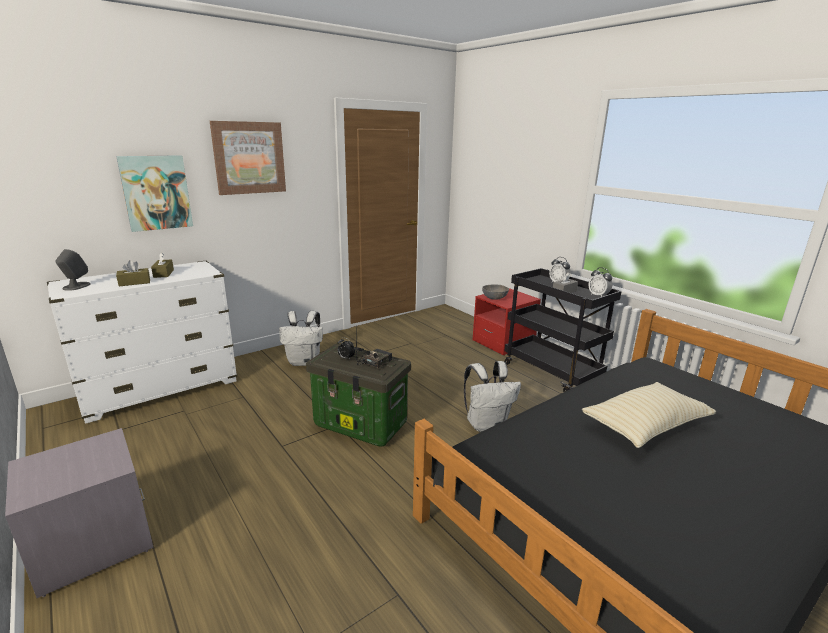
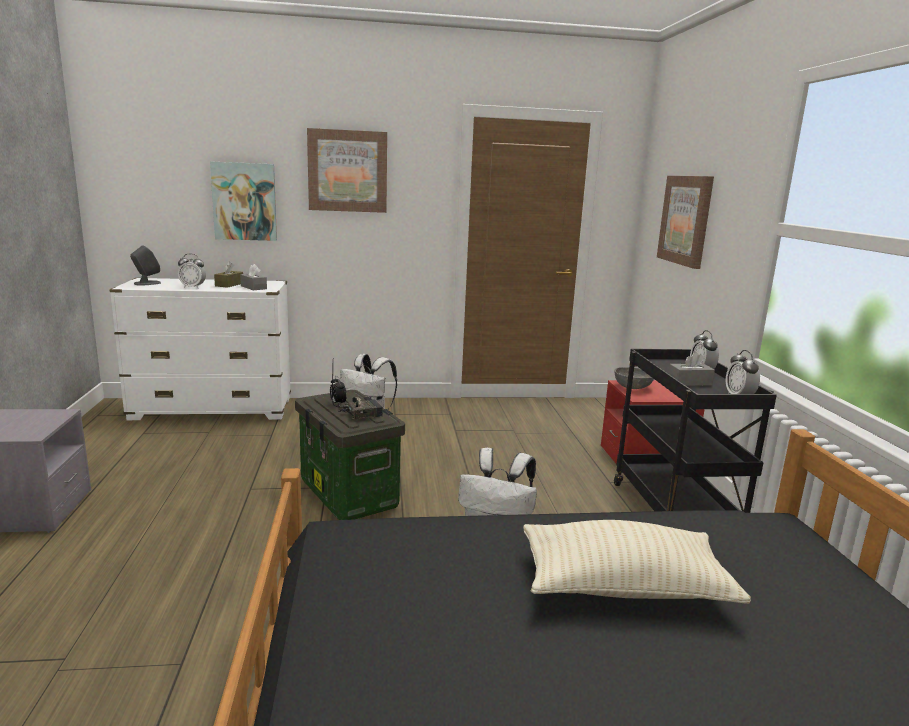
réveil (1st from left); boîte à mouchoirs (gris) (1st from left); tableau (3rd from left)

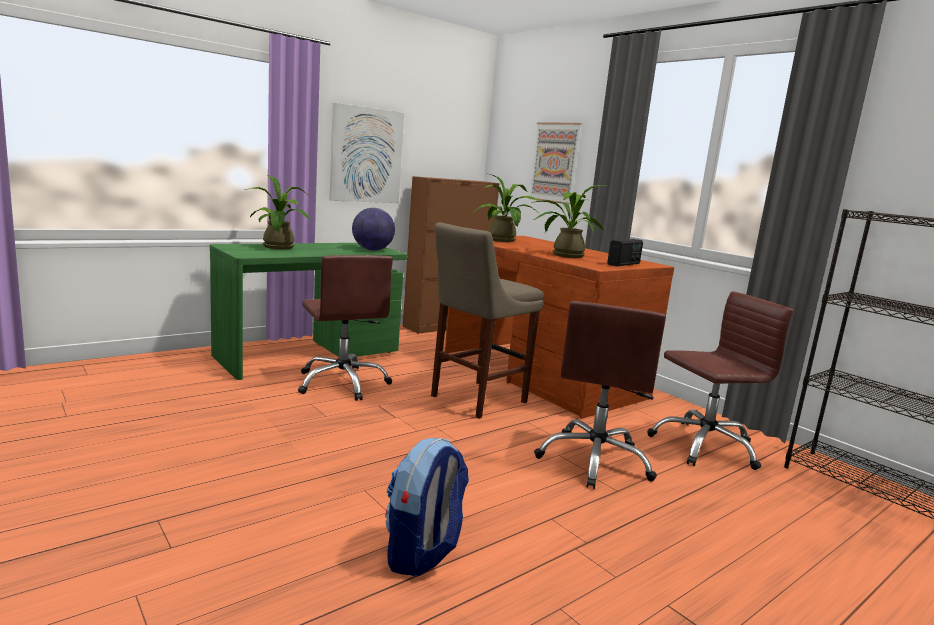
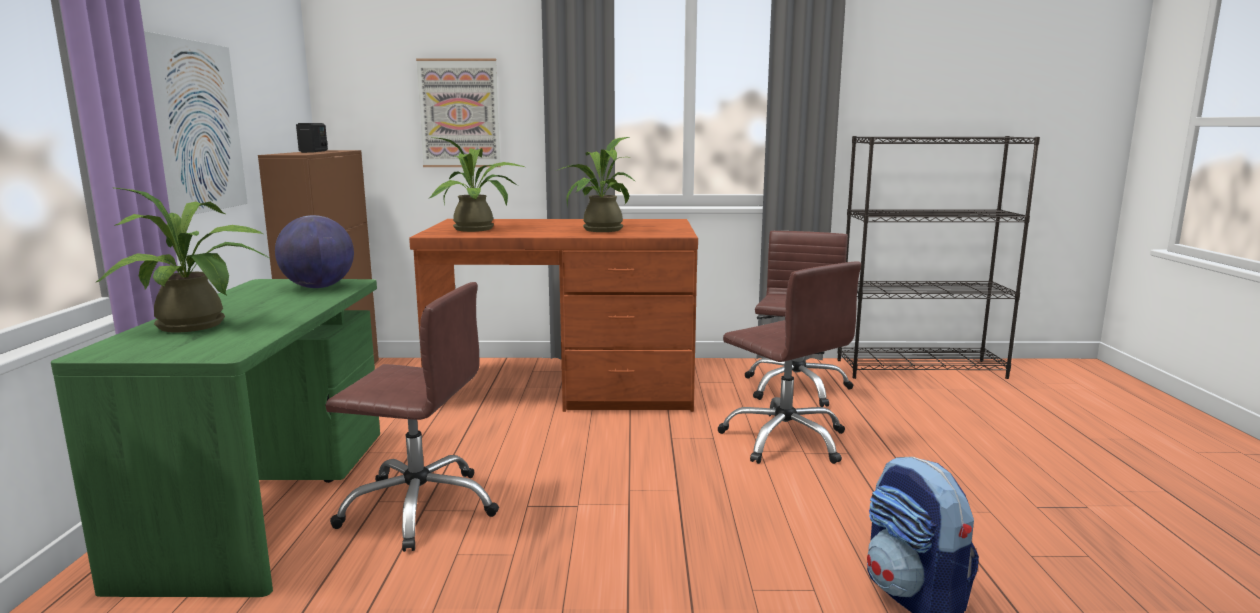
tabouret (beige); radio

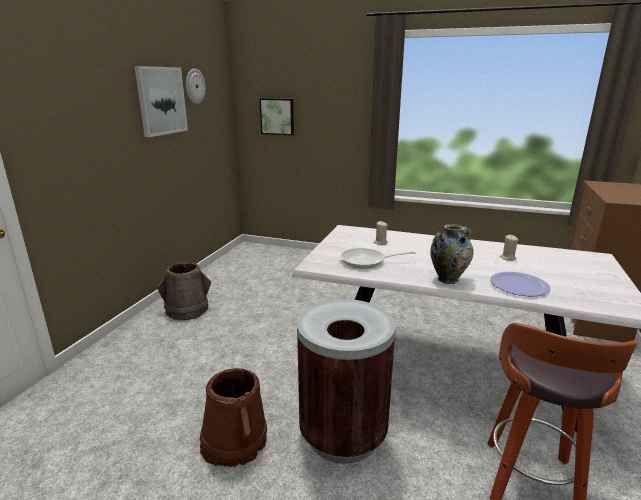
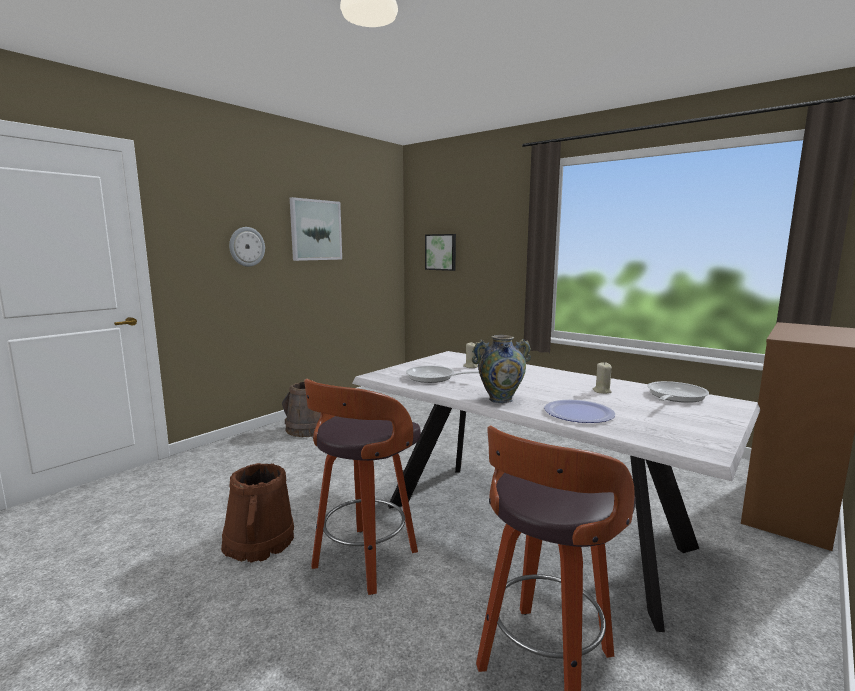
horloge murale; tabouret (1st from left); poêle (2nd from left)

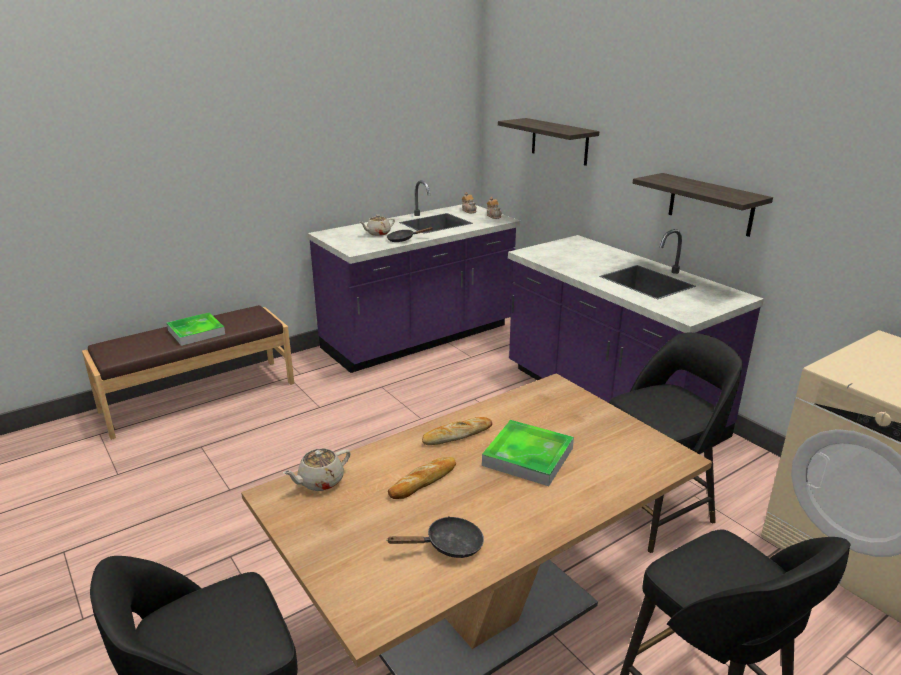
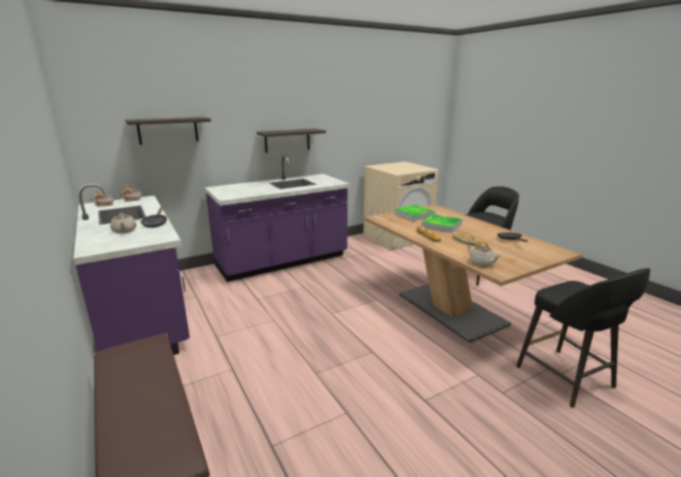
plateau (1st from left); tabouret (noir) (2nd from left in the first image)

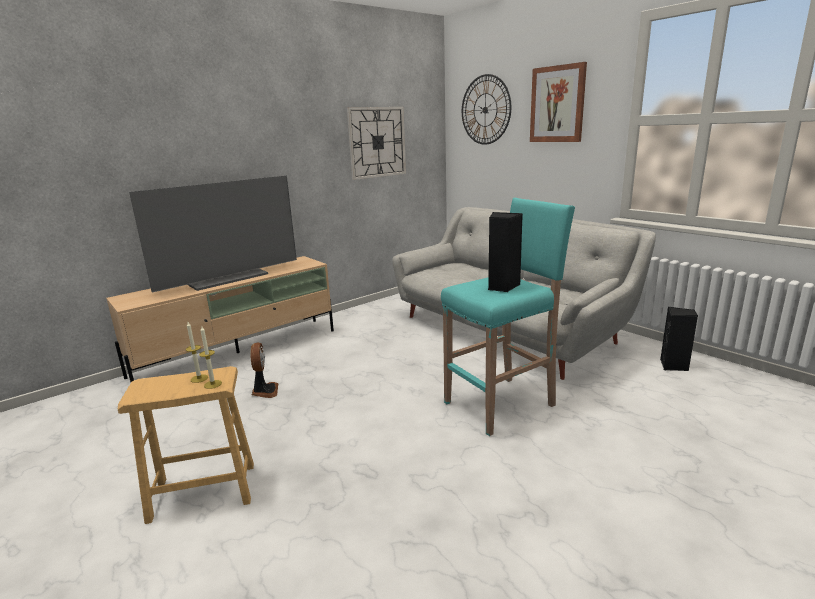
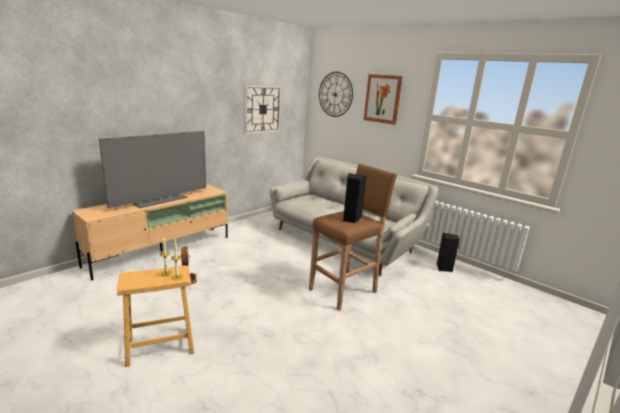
tabouret (marron) (2nd from left)

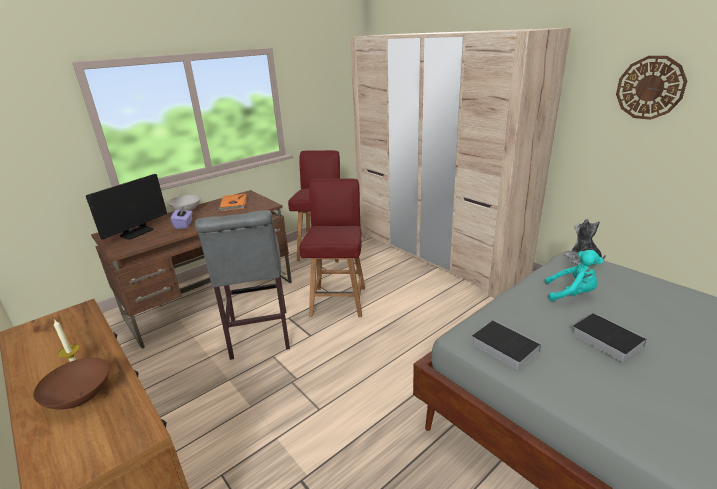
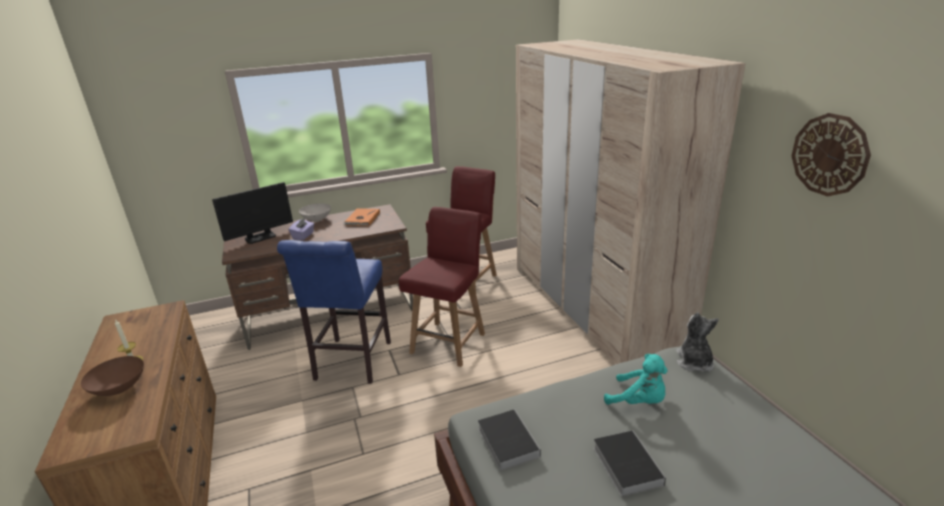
tabouret (bleu)

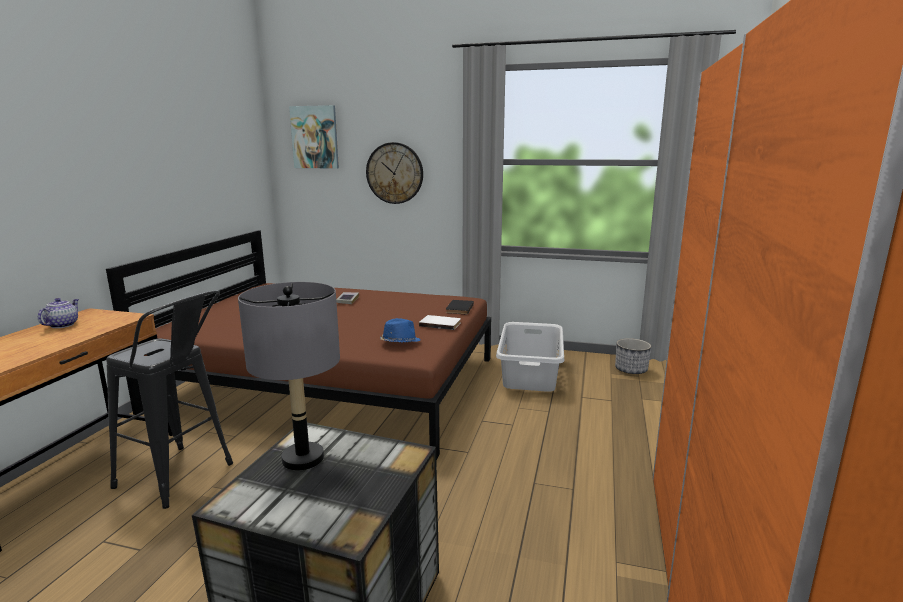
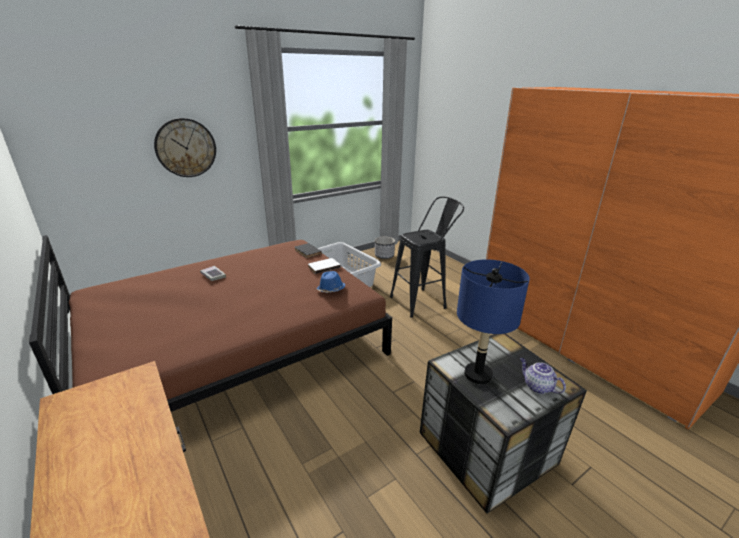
théière; tabouret (noir); lampe de table (bleu); tableau

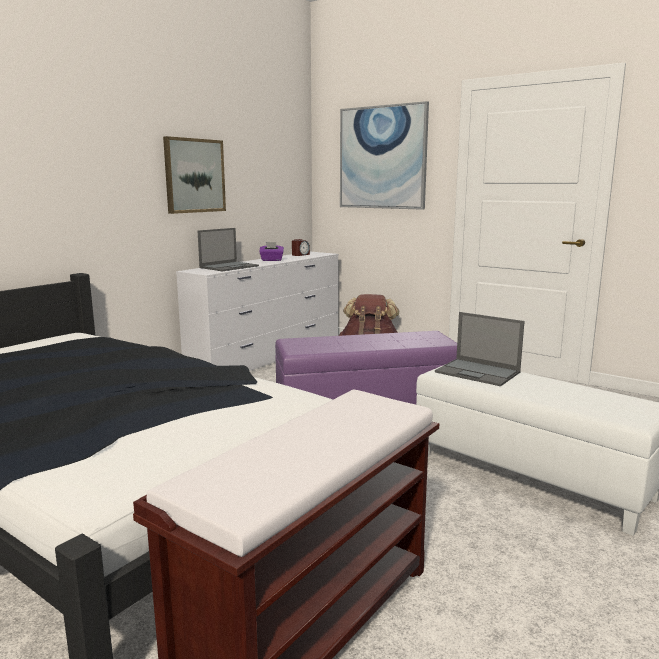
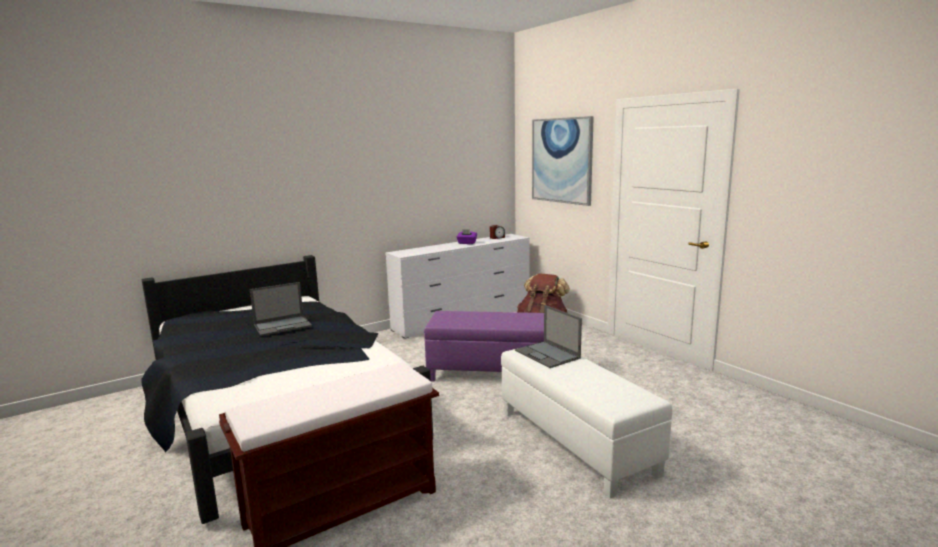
tableau (1st from left in the first image); ordinateur portable (1st from left)

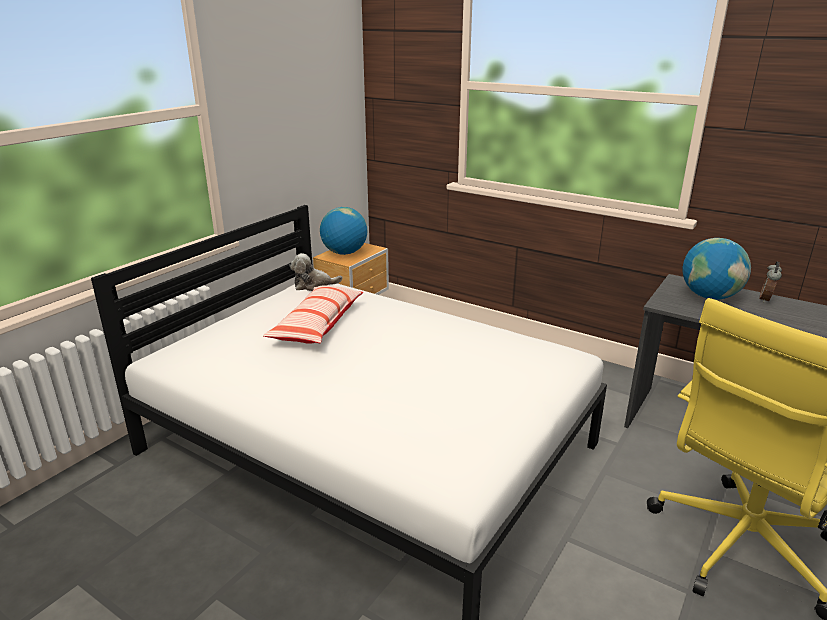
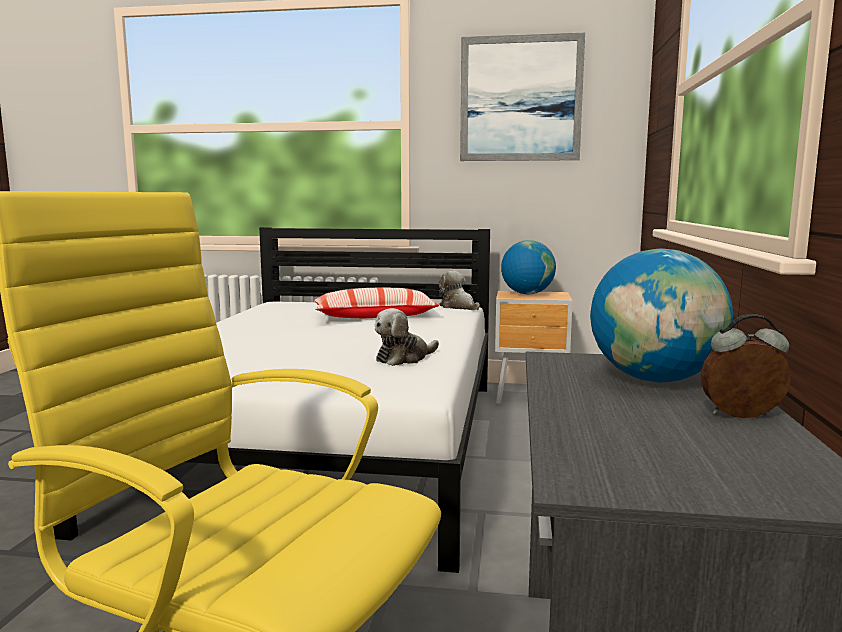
peluche (1st from left); tableau

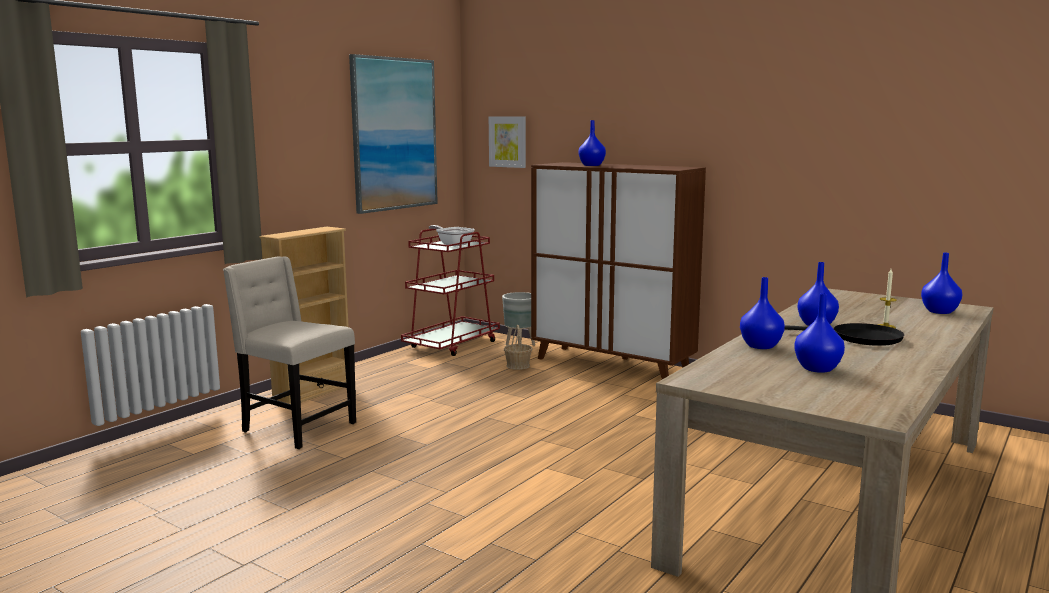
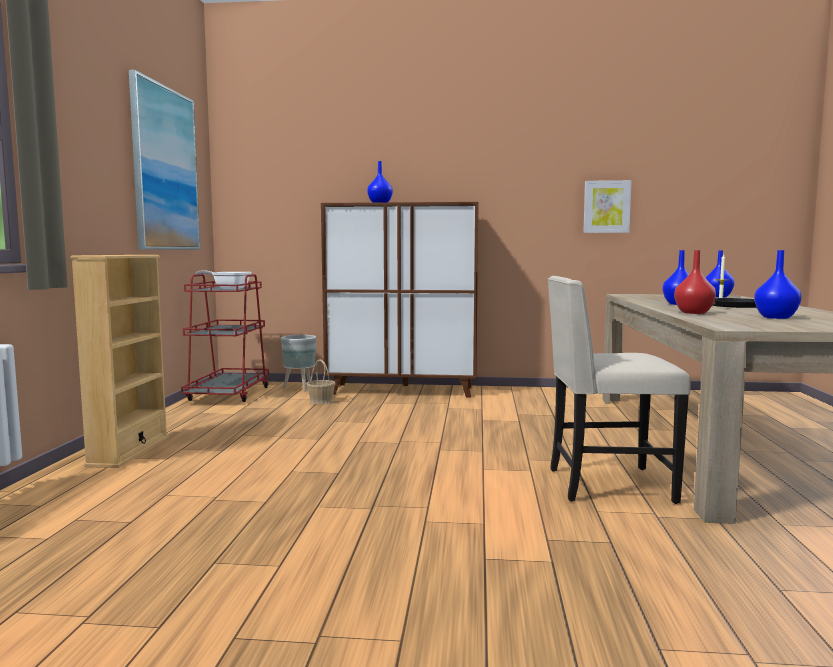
chaise (beige); tableau (2nd from left); vase (rouge)

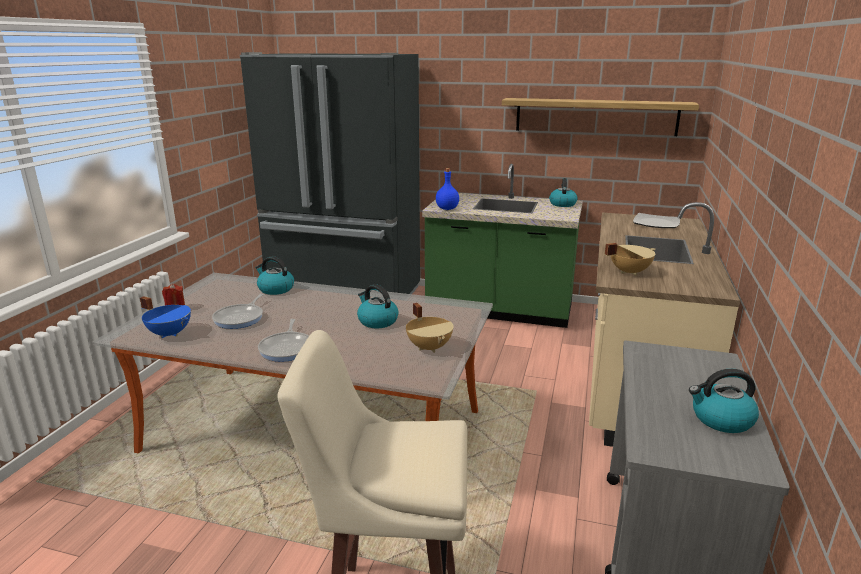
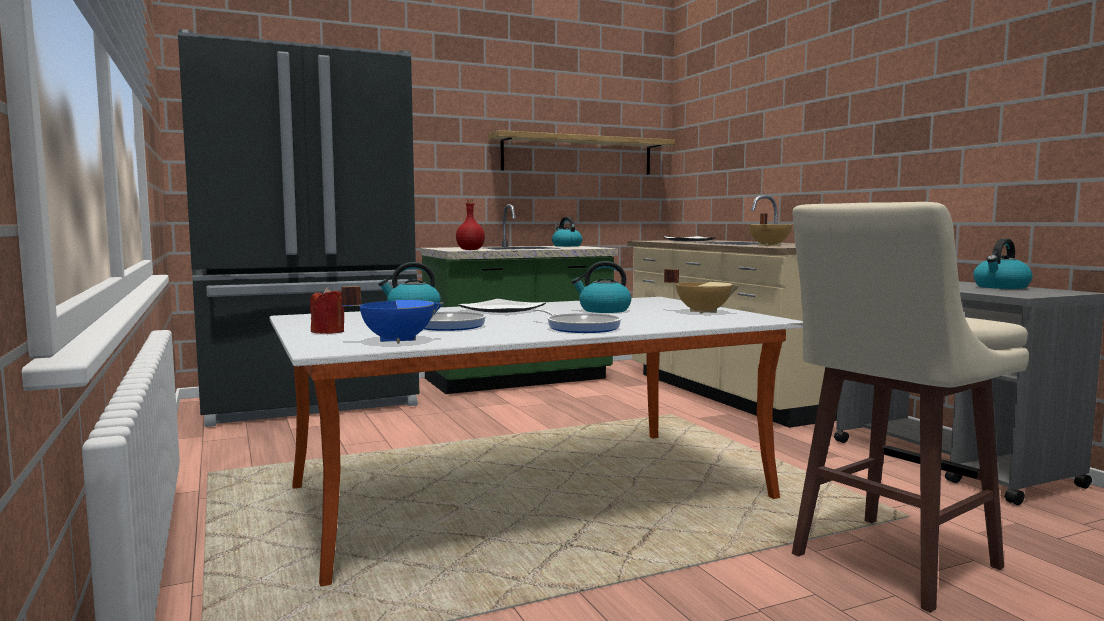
bouteille (rouge); assiette (1st from left)

